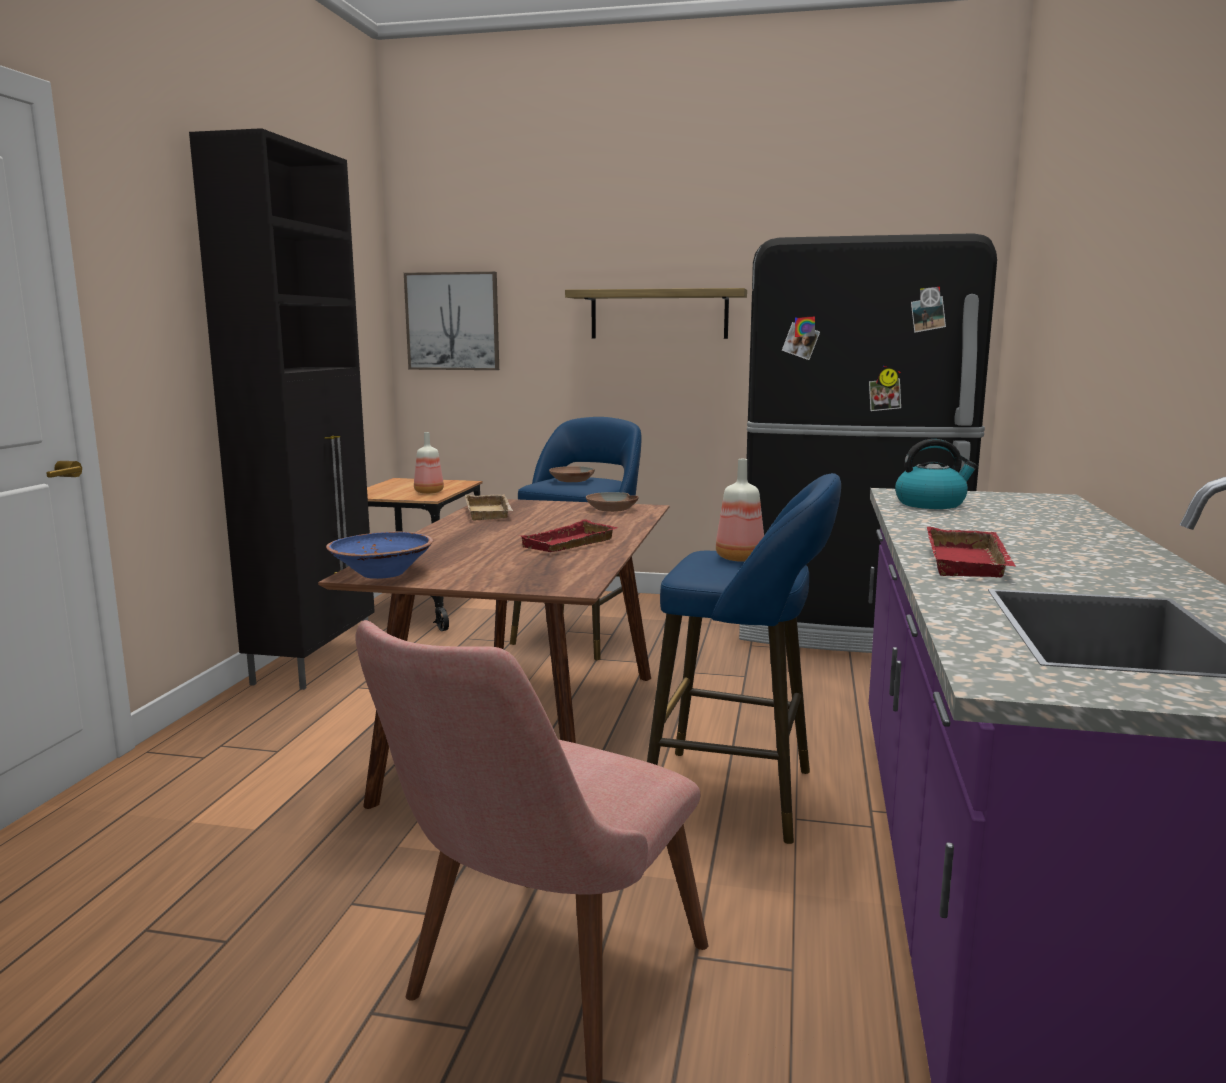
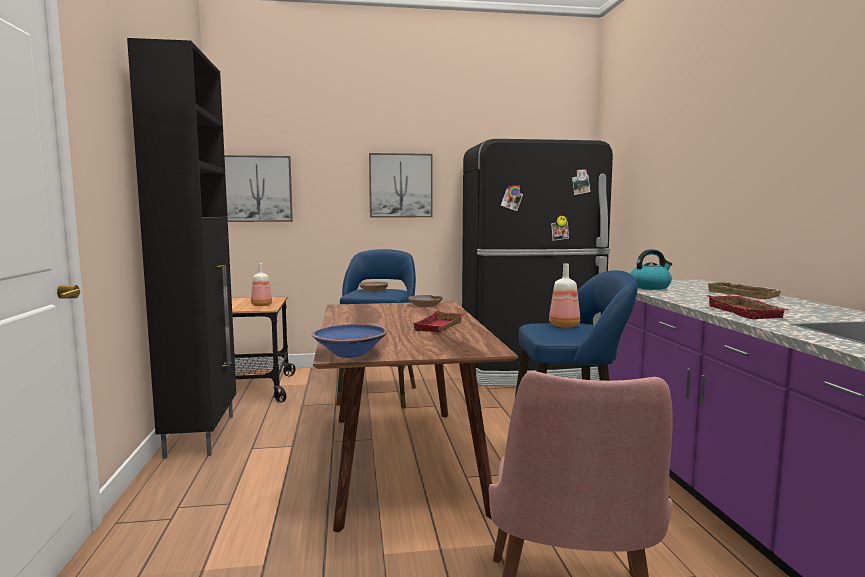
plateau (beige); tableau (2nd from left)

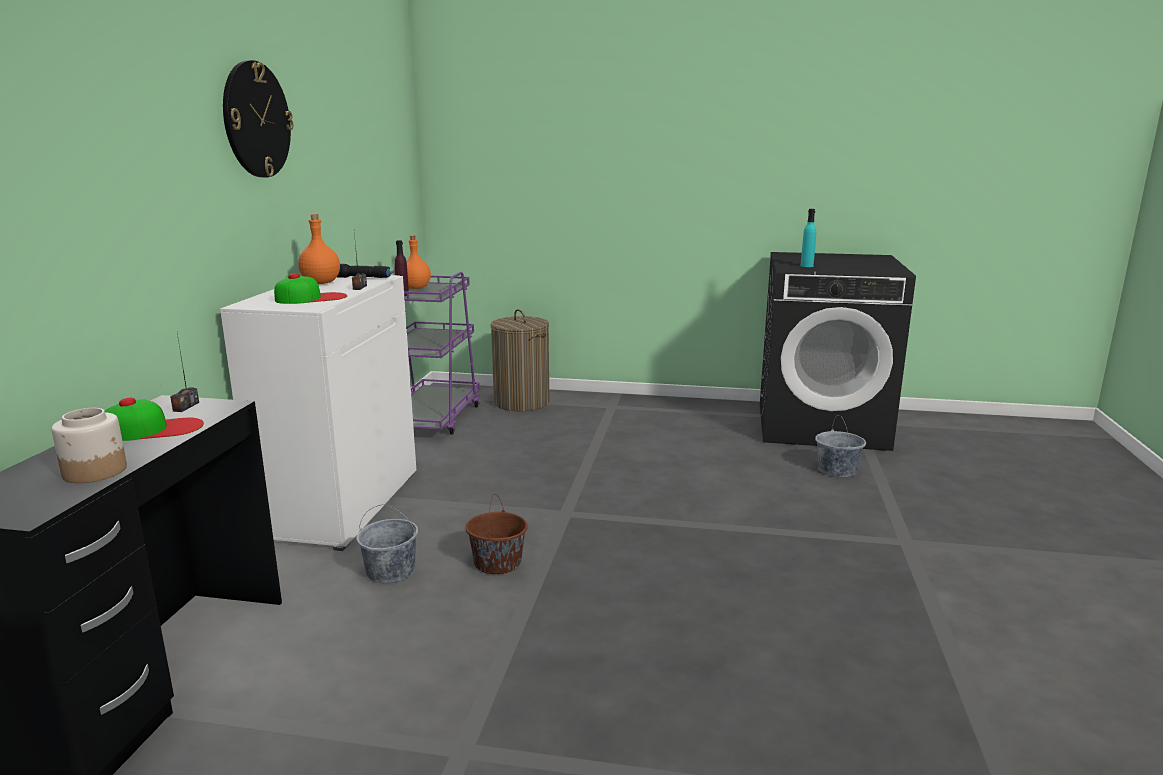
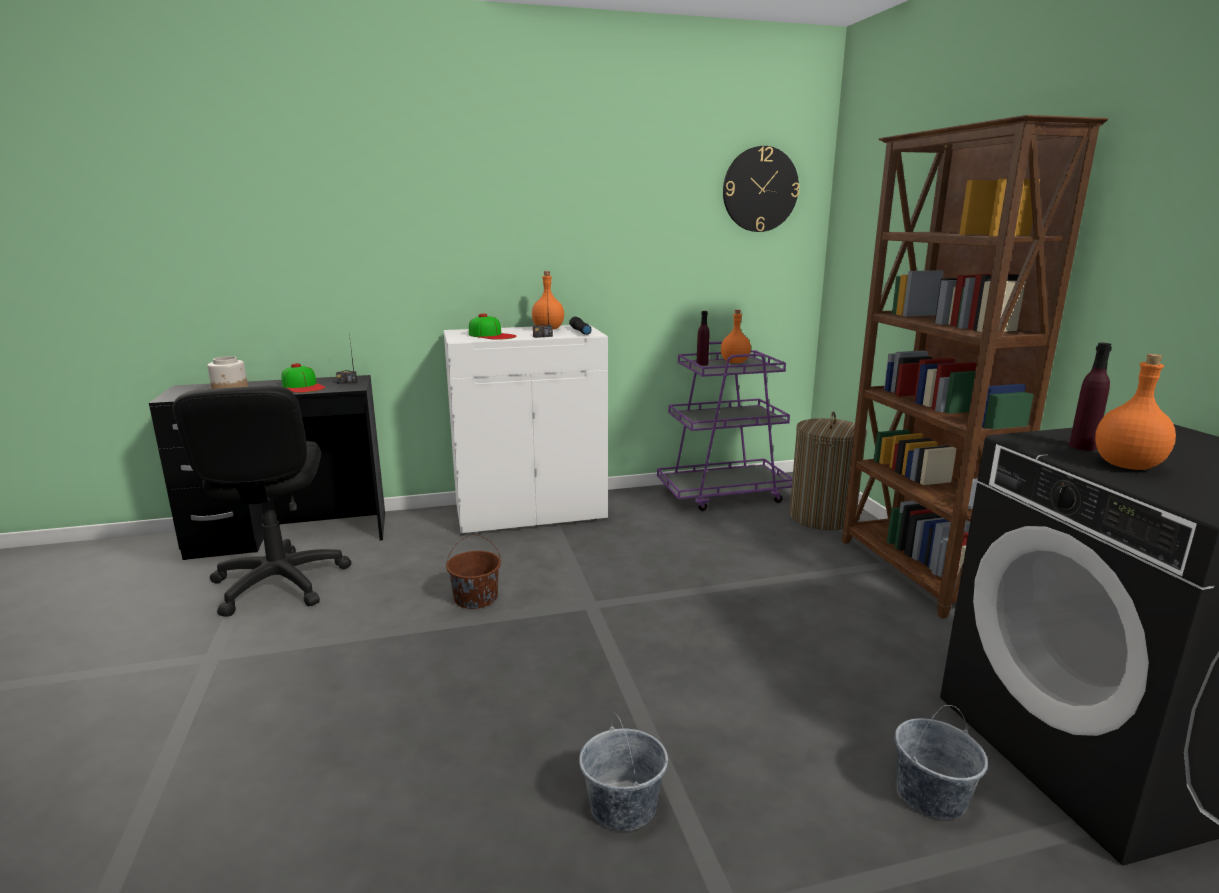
horloge murale; seau (gris) (1st from left); bouteille (violet) (2nd from left); chaise de bureau (noir); bibliothèque (marron); bouteille (orange) (3rd from left)

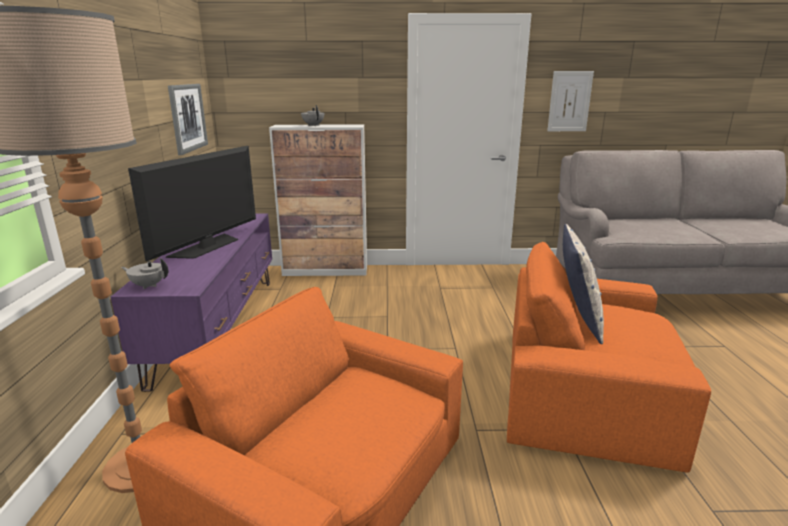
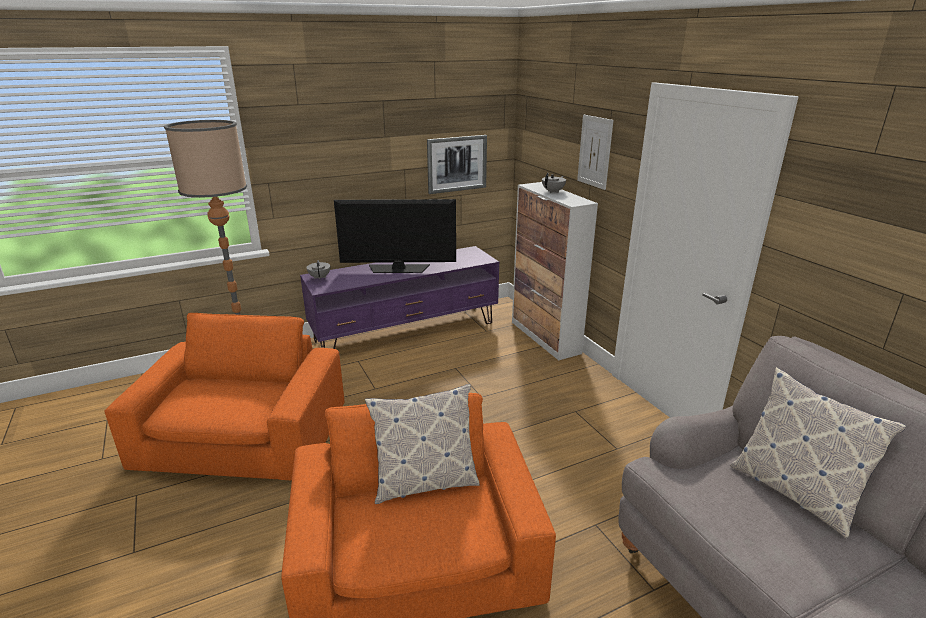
tableau (2nd from left); coussin (2nd from left)

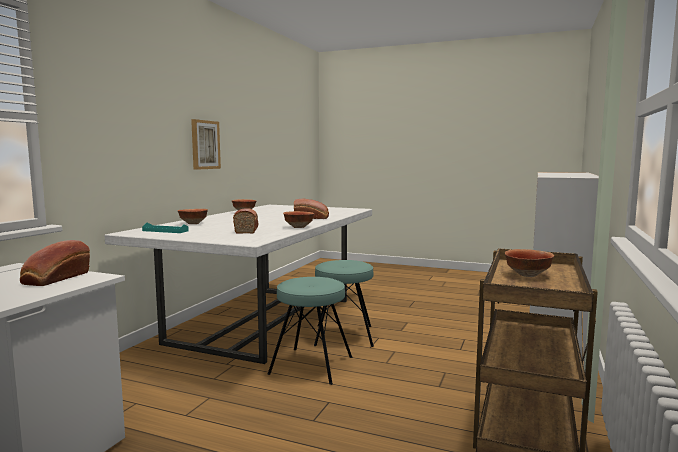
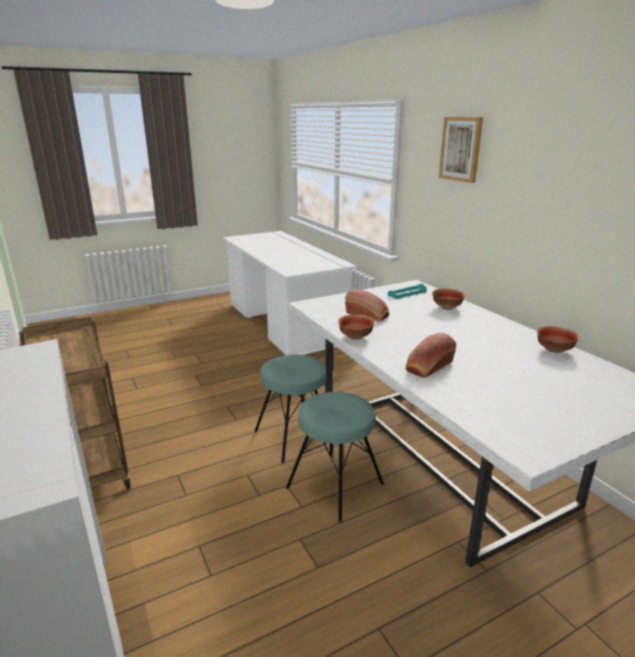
pain (1st from left in the first image); tableau; bol (4th from left in the first image)

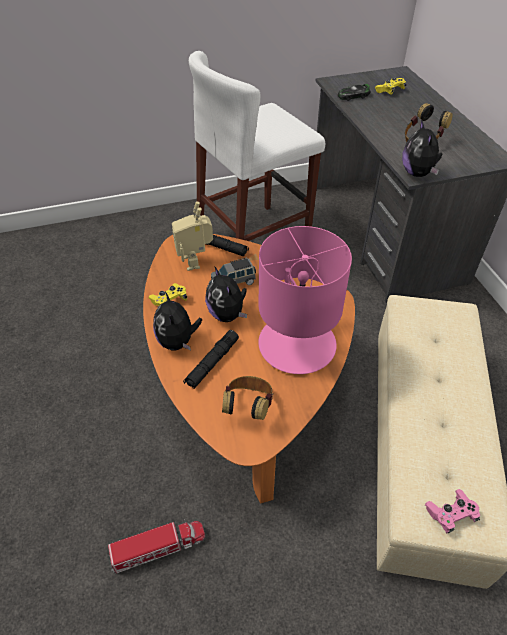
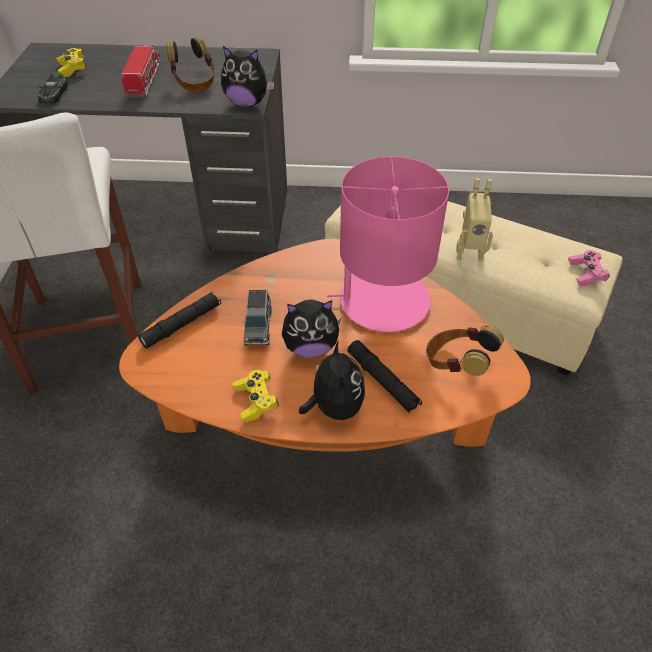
camion jouet; peluche (3rd from left); robot jouet

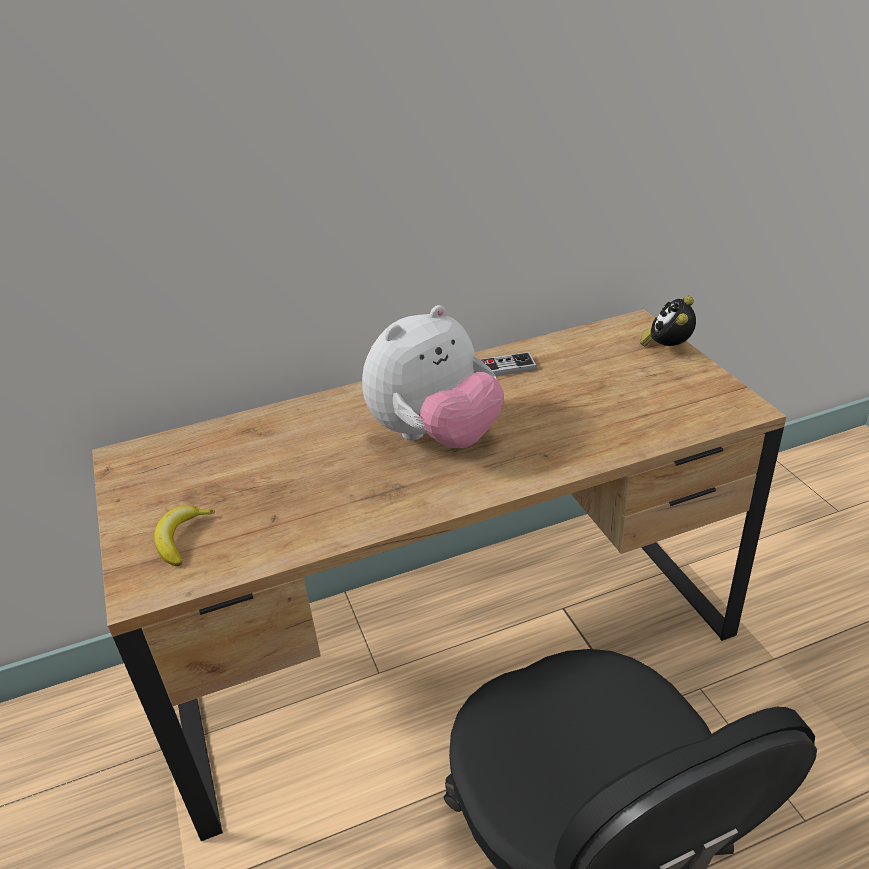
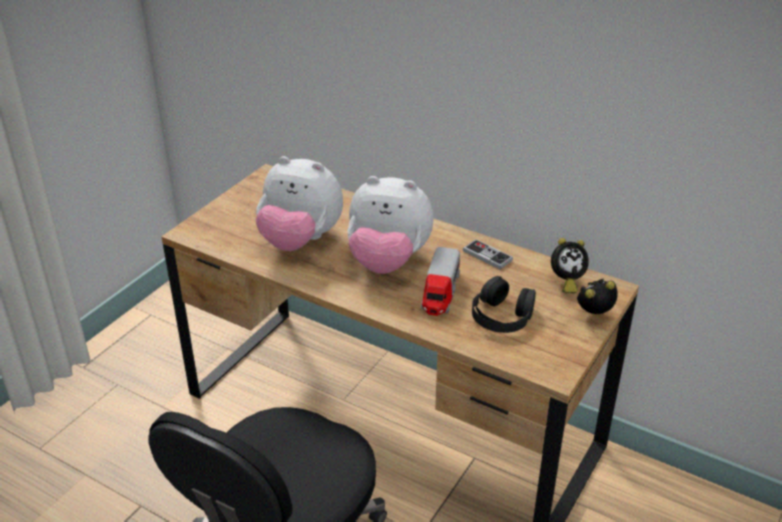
banane; peluche (1st from left); camion jouet; casque audio (noir); réveil (1st from left)

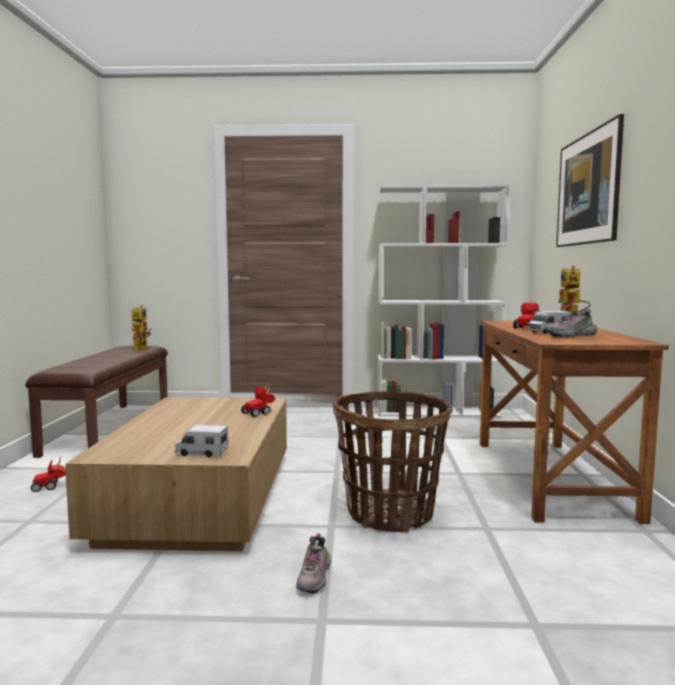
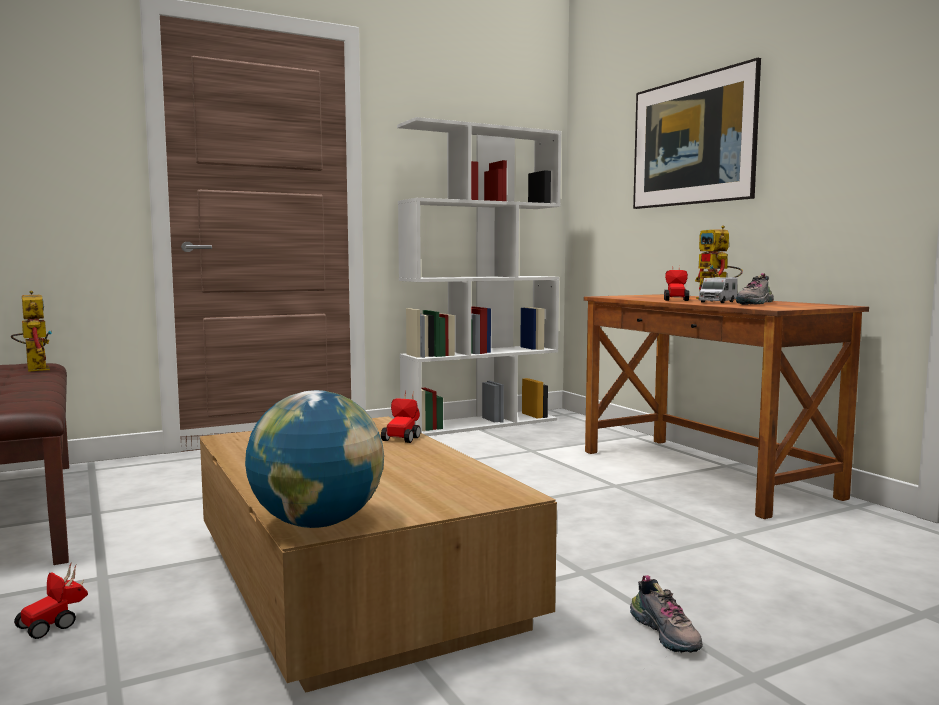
camion jouet (1st from left in the first image); panier; globe

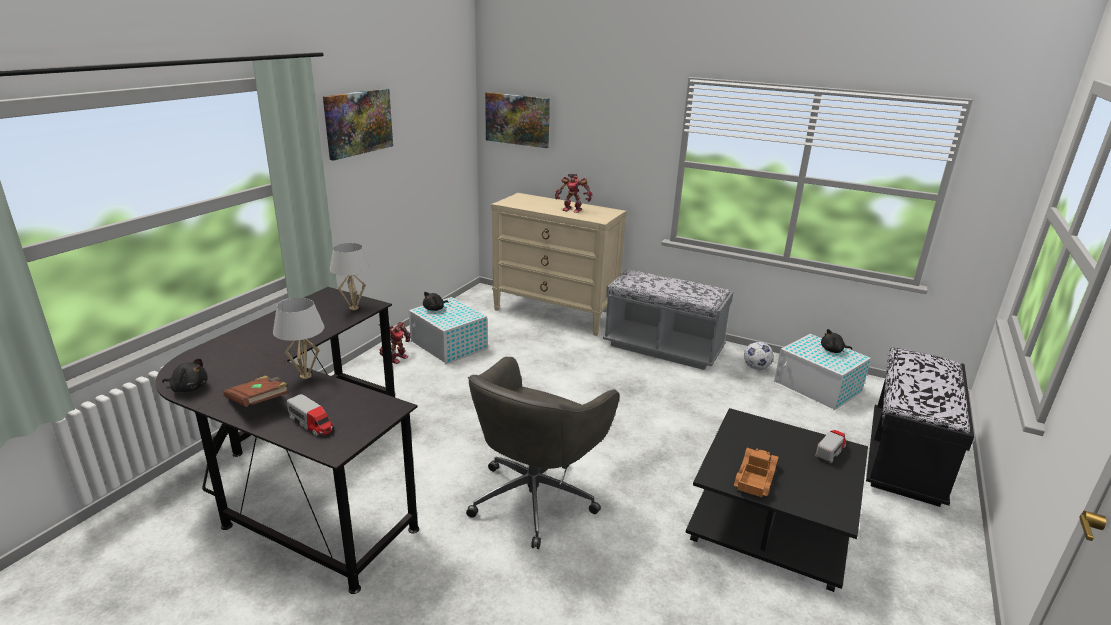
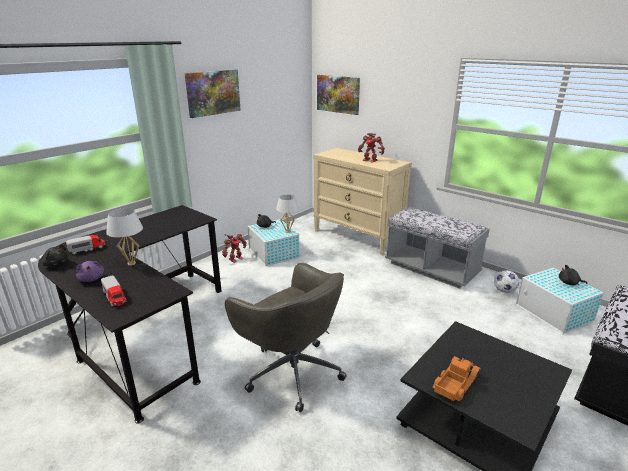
peluche (violet); lampe de table (blanc) (2nd from left); chaise de bureau (gris); camion jouet (1st from left)

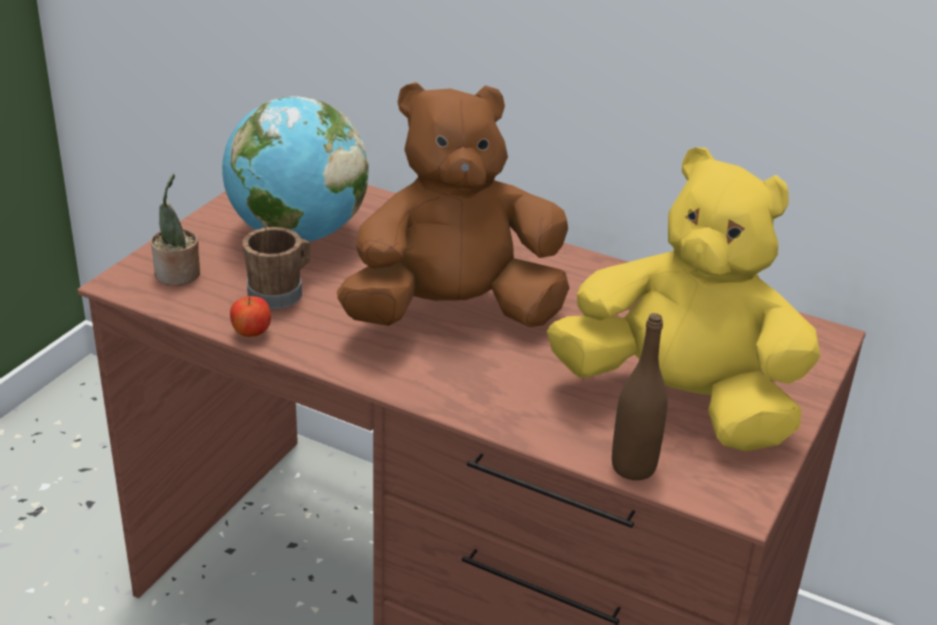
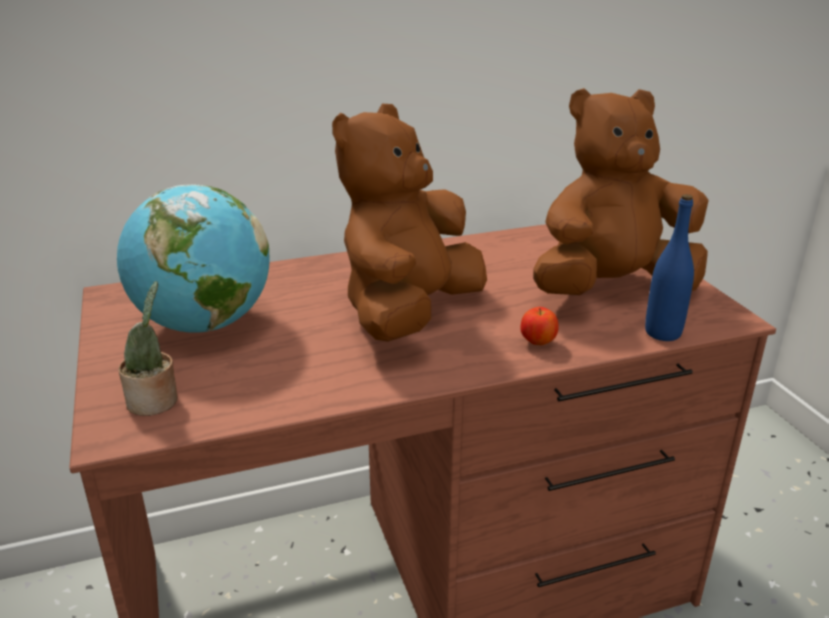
pomme; mug (marron); peluche (marron) (2nd from left); bouteille (bleu)

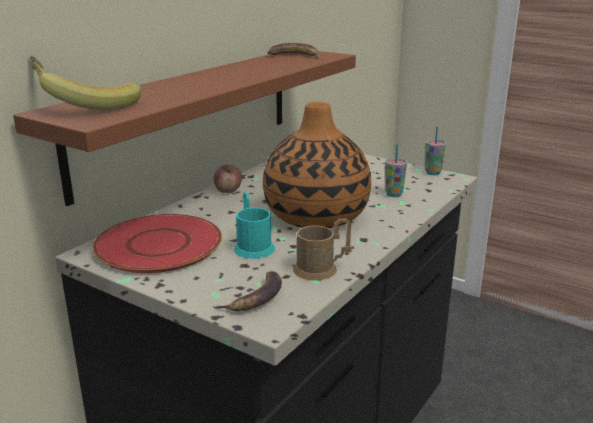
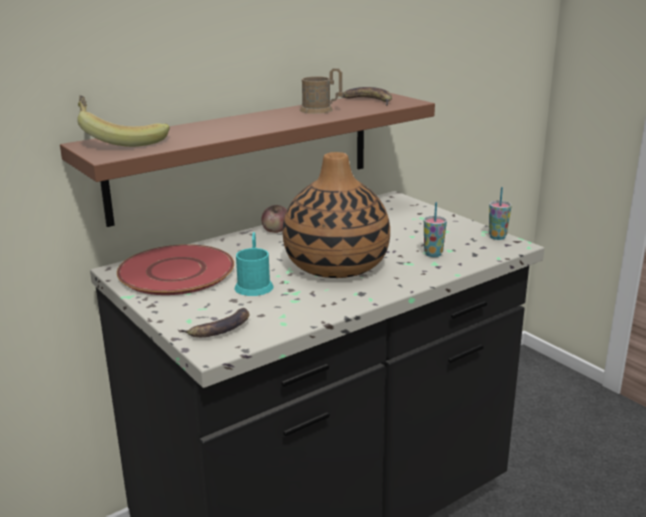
mug (marron)

